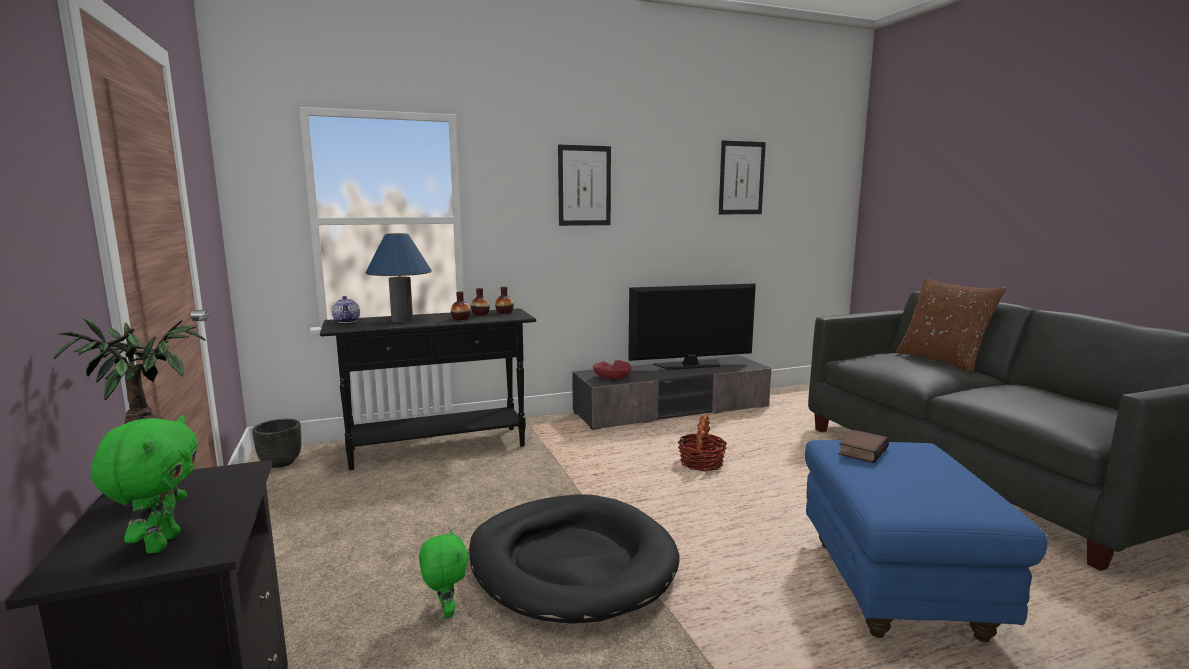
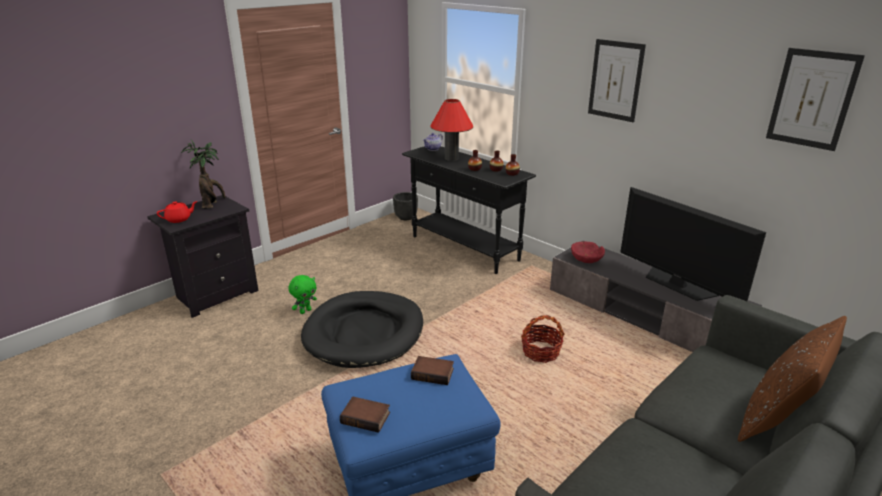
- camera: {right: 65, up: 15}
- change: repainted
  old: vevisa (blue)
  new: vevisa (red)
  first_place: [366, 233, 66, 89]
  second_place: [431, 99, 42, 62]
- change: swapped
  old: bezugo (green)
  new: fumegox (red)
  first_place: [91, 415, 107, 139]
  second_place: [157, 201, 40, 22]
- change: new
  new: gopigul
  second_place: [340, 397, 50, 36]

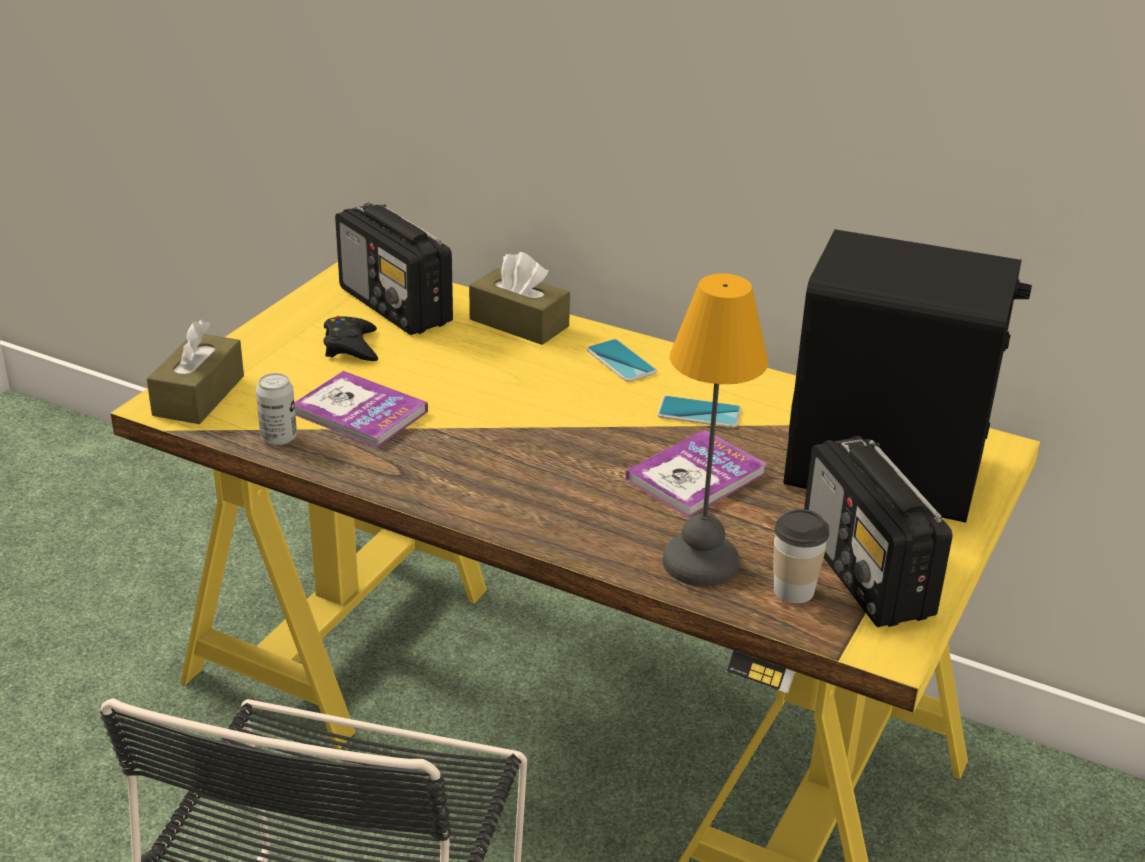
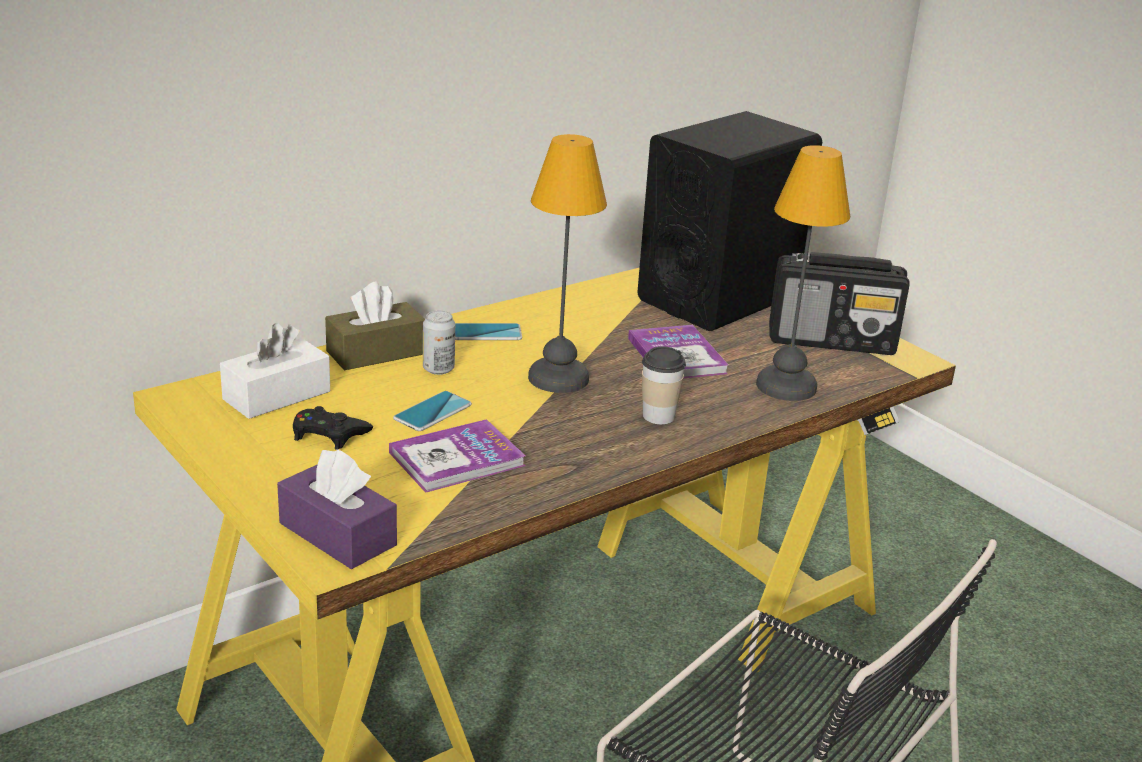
- camera: {right: -65, up: -5}
- change: swapped
  old: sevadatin
  new: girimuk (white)
  first_place: [335, 203, 118, 132]
  second_place: [220, 323, 110, 96]
- change: repainted
  old: girimuk (brown)
  new: girimuk (purple)
  first_place: [147, 320, 97, 104]
  second_place: [277, 449, 120, 120]
- change: shifted
  old: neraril
  first_place: [256, 373, 41, 72]
  second_place: [423, 311, 32, 64]
- change: shifted
  old: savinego
  first_place: [657, 396, 85, 32]
  second_place: [393, 391, 79, 40]
- change: shifted
  old: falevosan
  first_place: [773, 509, 56, 94]
  second_place: [642, 346, 44, 78]
- change: new
  new: vevisa
  second_place: [528, 134, 79, 259]

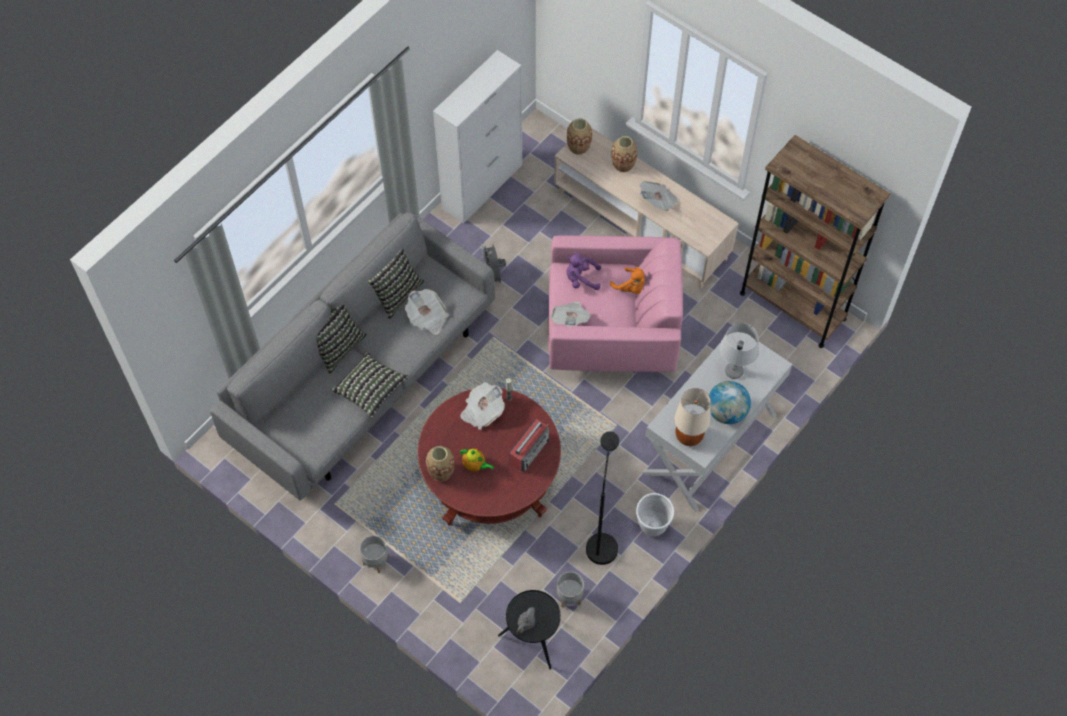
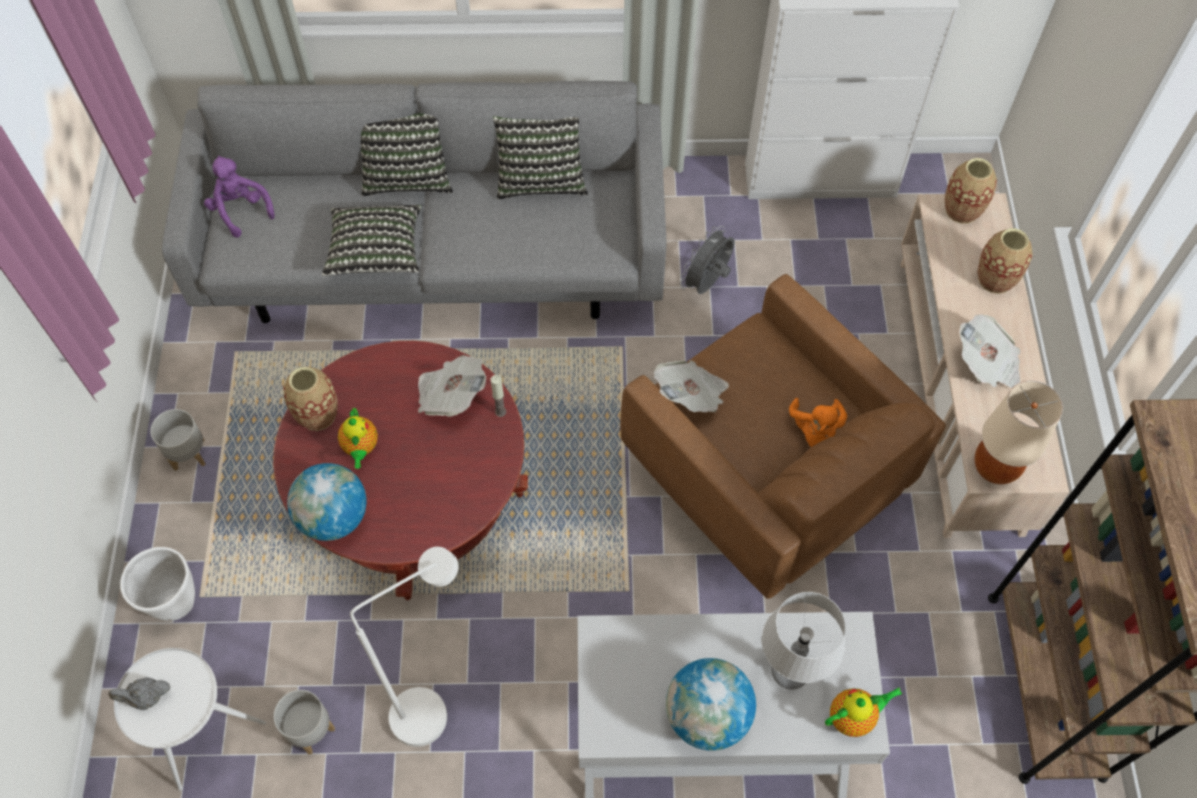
- camera: {right: 50, up: 0}
- change: repainted
  old: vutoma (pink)
  new: vutoma (brown)
  first_place: [548, 235, 135, 137]
  second_place: [620, 274, 326, 325]
- change: shifted
  old: bezugo (purple)
  first_place: [567, 253, 34, 37]
  second_place: [204, 156, 71, 82]
- change: gone
  old: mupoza
  first_place: [405, 289, 44, 46]
- change: shifted
  old: vevisa (beige)
  first_place: [674, 388, 37, 58]
  second_place: [975, 381, 88, 103]
- change: gone
  old: sevadatin
  first_place: [509, 419, 41, 53]
- change: repainted
  old: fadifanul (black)
  new: fadifanul (white)
  first_place: [586, 431, 33, 134]
  second_place: [350, 547, 108, 200]
- change: shifted
  old: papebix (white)
  first_place: [636, 493, 38, 43]
  second_place: [120, 547, 75, 74]
- change: repainted
  old: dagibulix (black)
  new: dagibulix (white)
  first_place: [498, 590, 63, 80]
  second_place: [114, 648, 152, 143]
- change: new
  new: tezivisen
  second_place: [287, 463, 80, 78]
- change: new
  new: fumegox
  second_place: [825, 688, 77, 49]

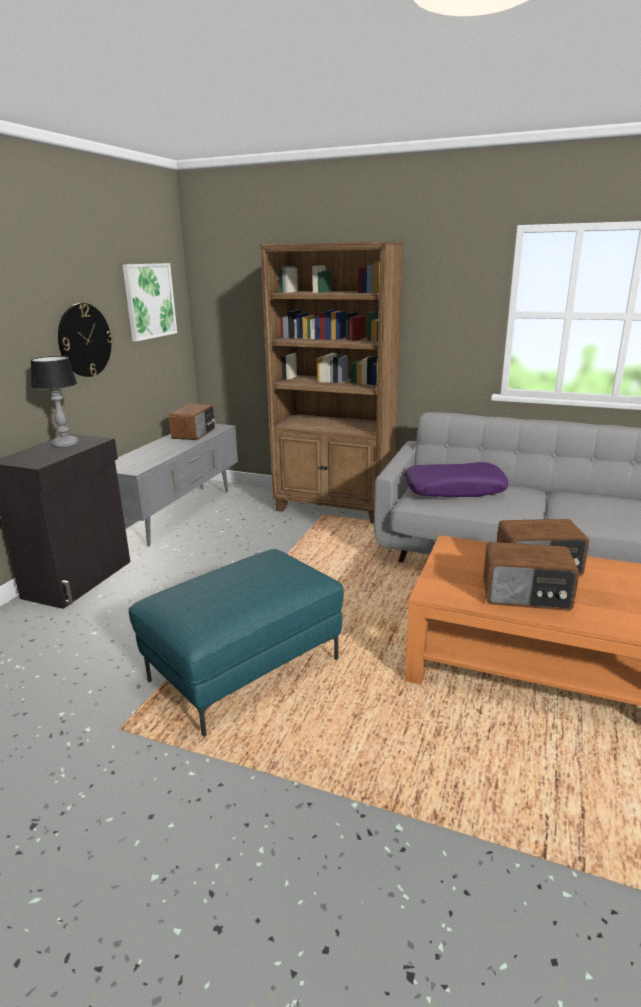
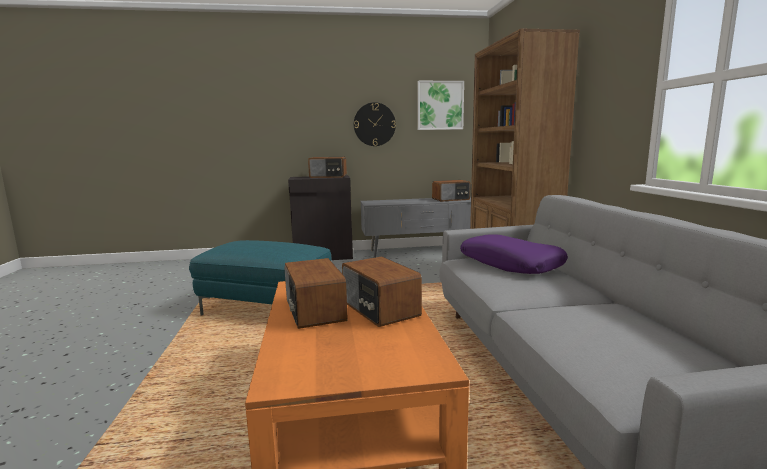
- camera: {right: 60, up: -10}
- change: swapped
  old: vevisa
  new: sevadatin
  first_place: [30, 356, 49, 92]
  second_place: [308, 157, 39, 21]

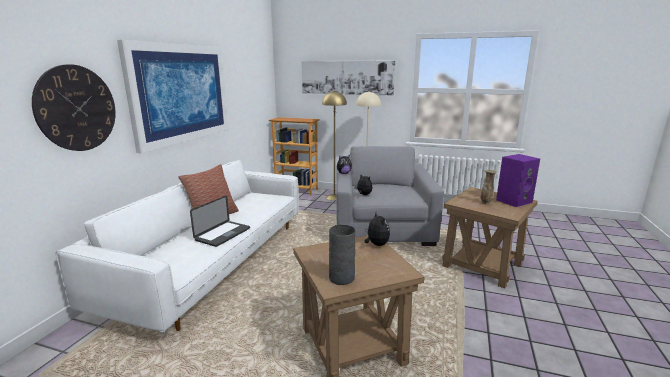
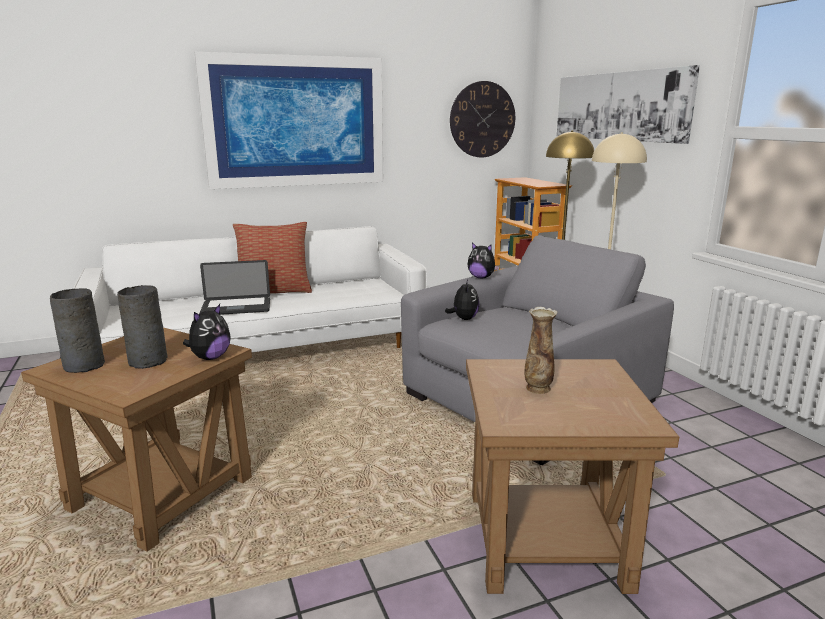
- camera: {right: 50, up: 0}
- change: shifted
  old: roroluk
  first_place: [32, 64, 84, 87]
  second_place: [450, 81, 65, 76]
- change: gone
  old: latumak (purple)
  first_place: [496, 154, 44, 53]
- change: new
  new: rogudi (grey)
  second_place: [117, 285, 50, 84]

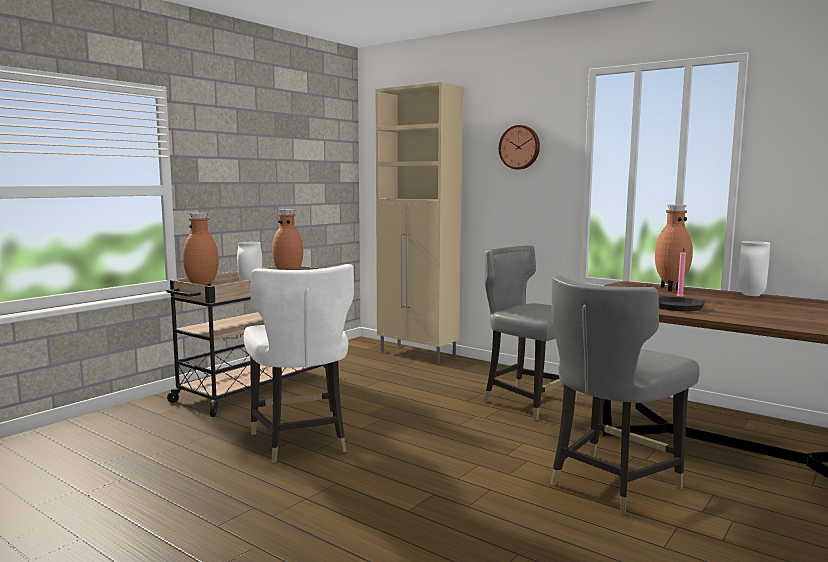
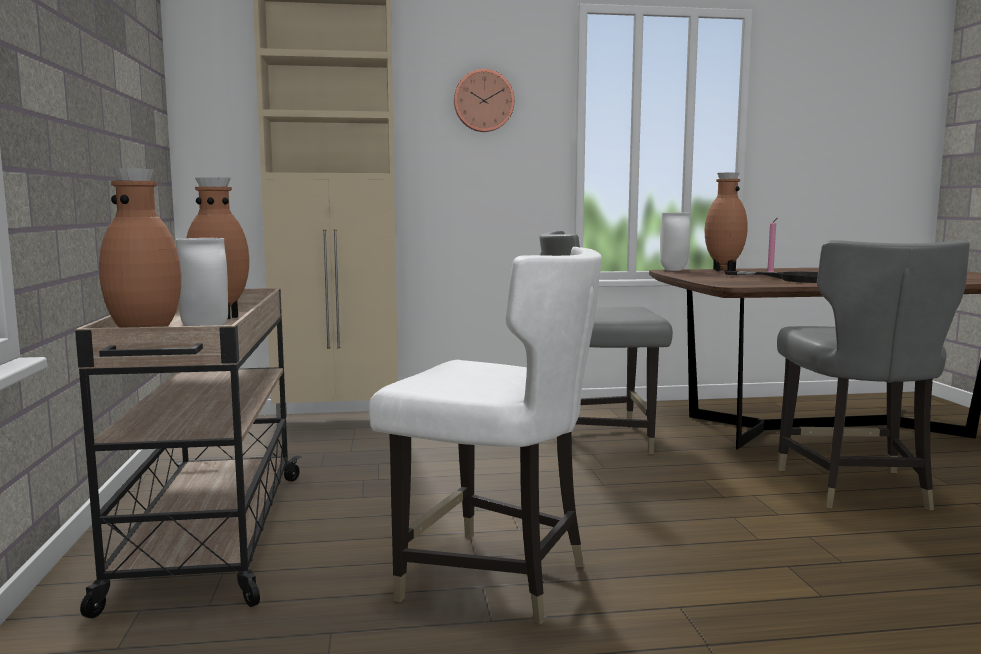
- camera: {right: -45, up: 0}
- change: shifted
  old: rogudi (white)
  first_place: [738, 241, 32, 55]
  second_place: [660, 212, 31, 59]

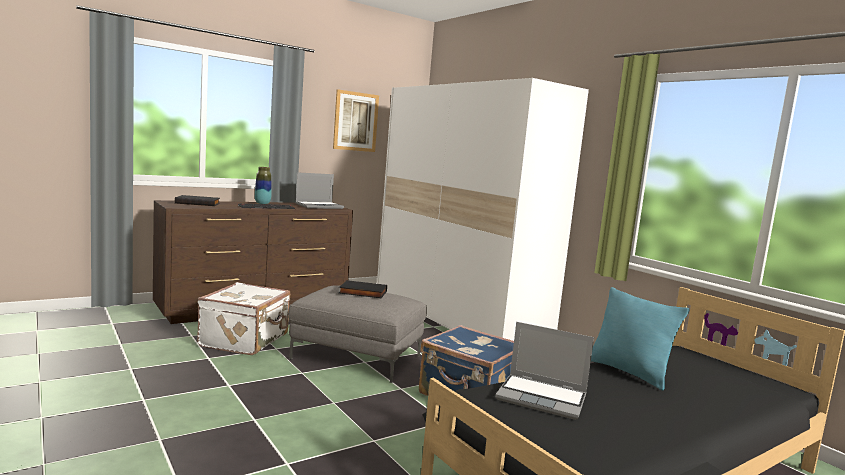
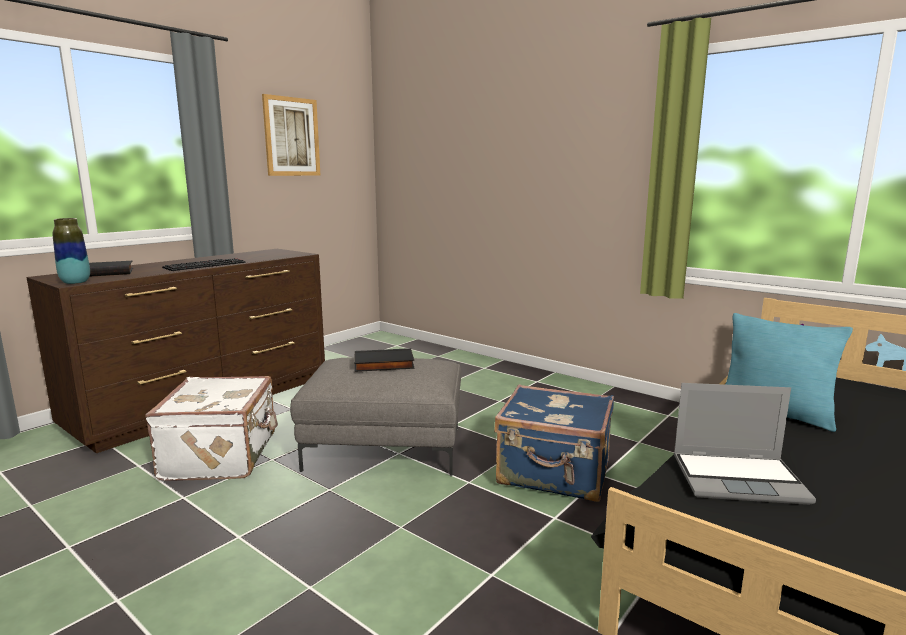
- camera: {right: -15, up: 5}
- change: gone
  old: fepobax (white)
  first_place: [377, 78, 212, 263]
- change: shifted
  old: rogudi
  first_place: [255, 167, 16, 37]
  second_place: [52, 218, 38, 66]
- change: gone
  old: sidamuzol
  first_place: [295, 172, 49, 37]

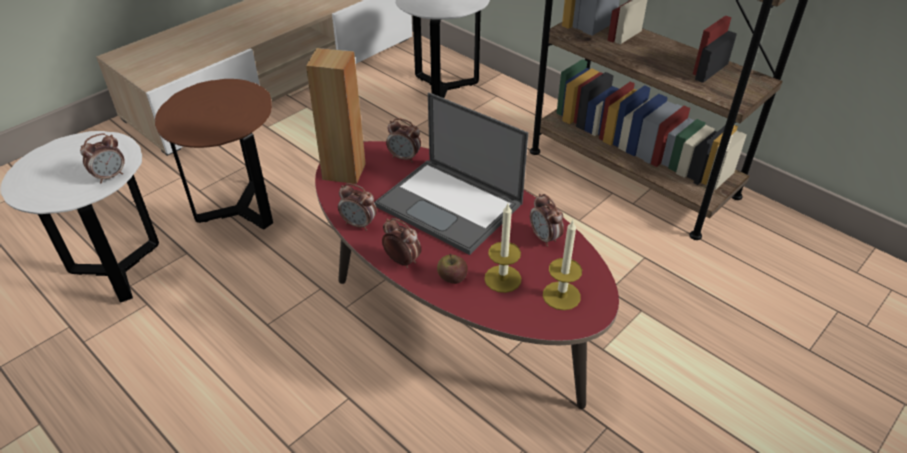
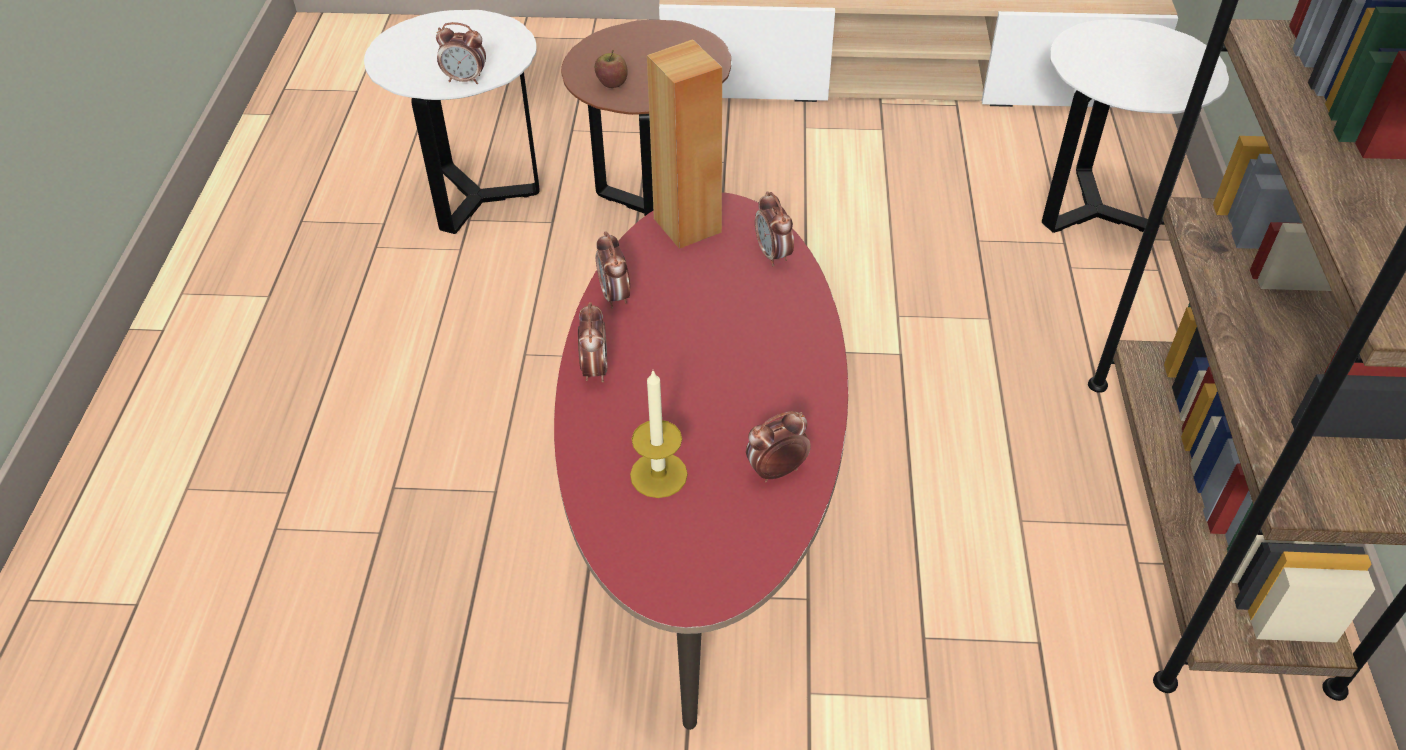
- camera: {right: 50, up: 5}
- change: gone
  old: sidamuzol
  first_place: [374, 92, 154, 163]
- change: rotated
  old: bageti
  first_place: [530, 194, 34, 53]
  second_place: [746, 411, 65, 72]
  degrees: 45
- change: gone
  old: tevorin
  first_place: [543, 220, 39, 90]
- change: shifted
  old: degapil
  first_place: [437, 254, 31, 30]
  second_place: [595, 50, 33, 38]

